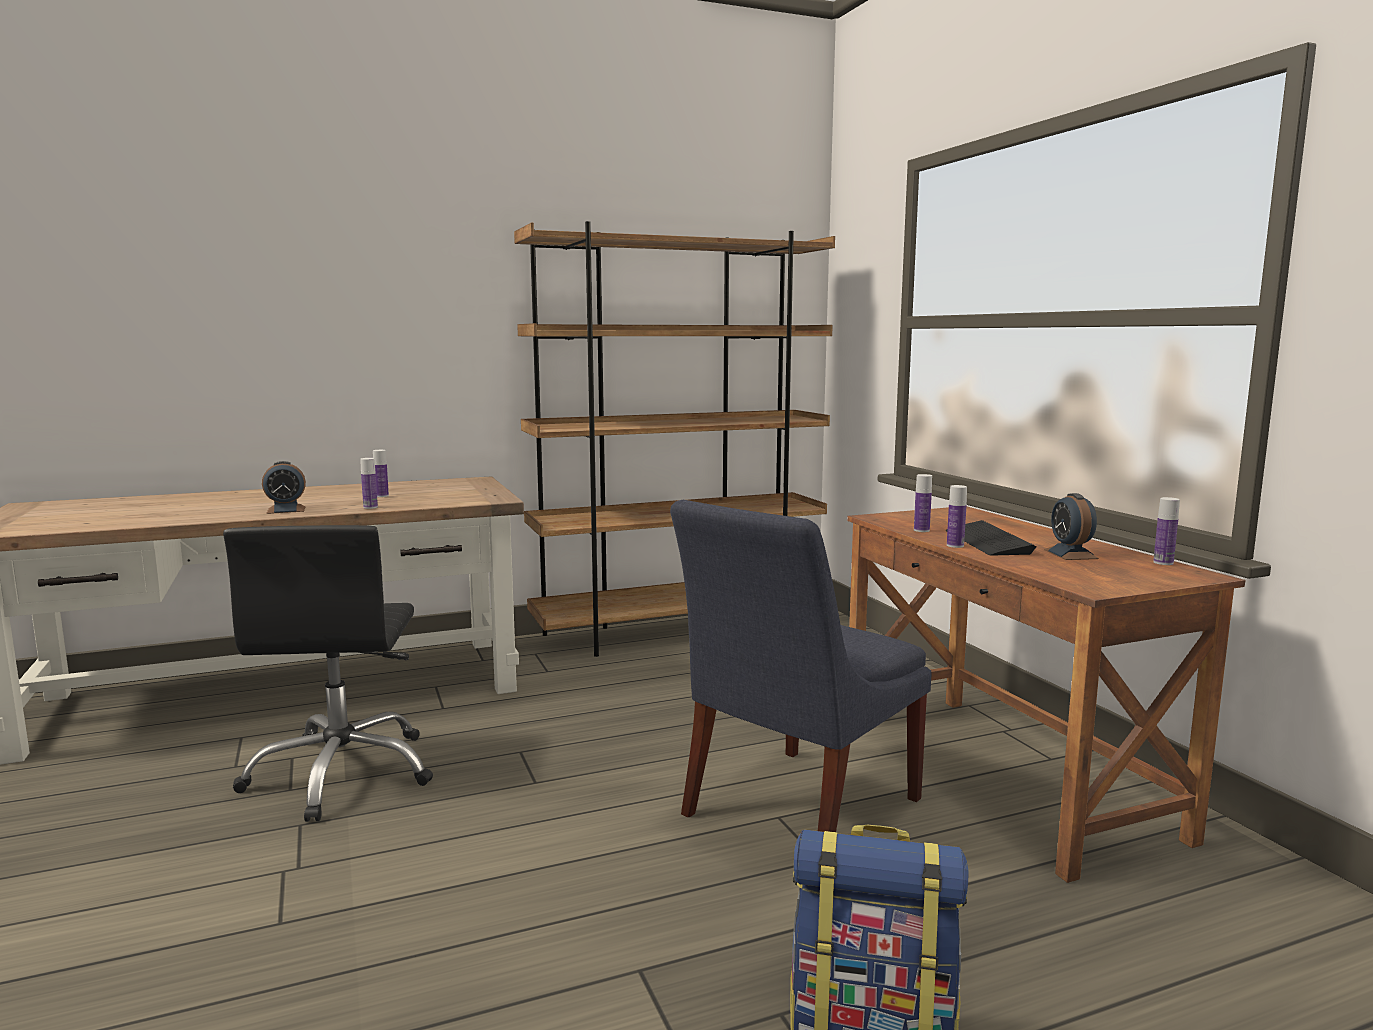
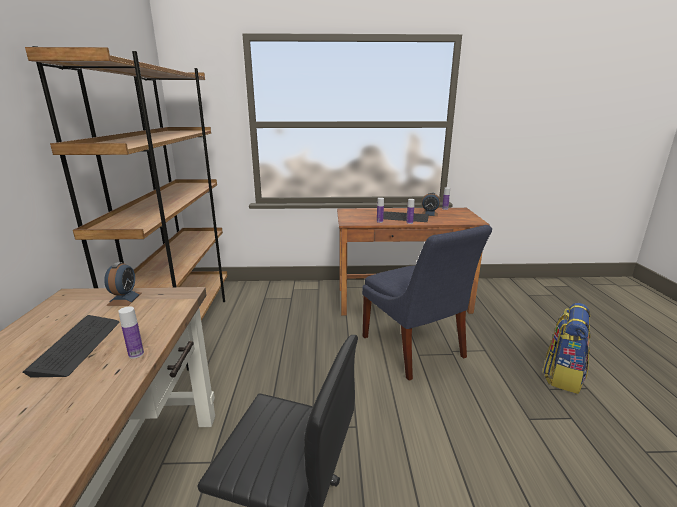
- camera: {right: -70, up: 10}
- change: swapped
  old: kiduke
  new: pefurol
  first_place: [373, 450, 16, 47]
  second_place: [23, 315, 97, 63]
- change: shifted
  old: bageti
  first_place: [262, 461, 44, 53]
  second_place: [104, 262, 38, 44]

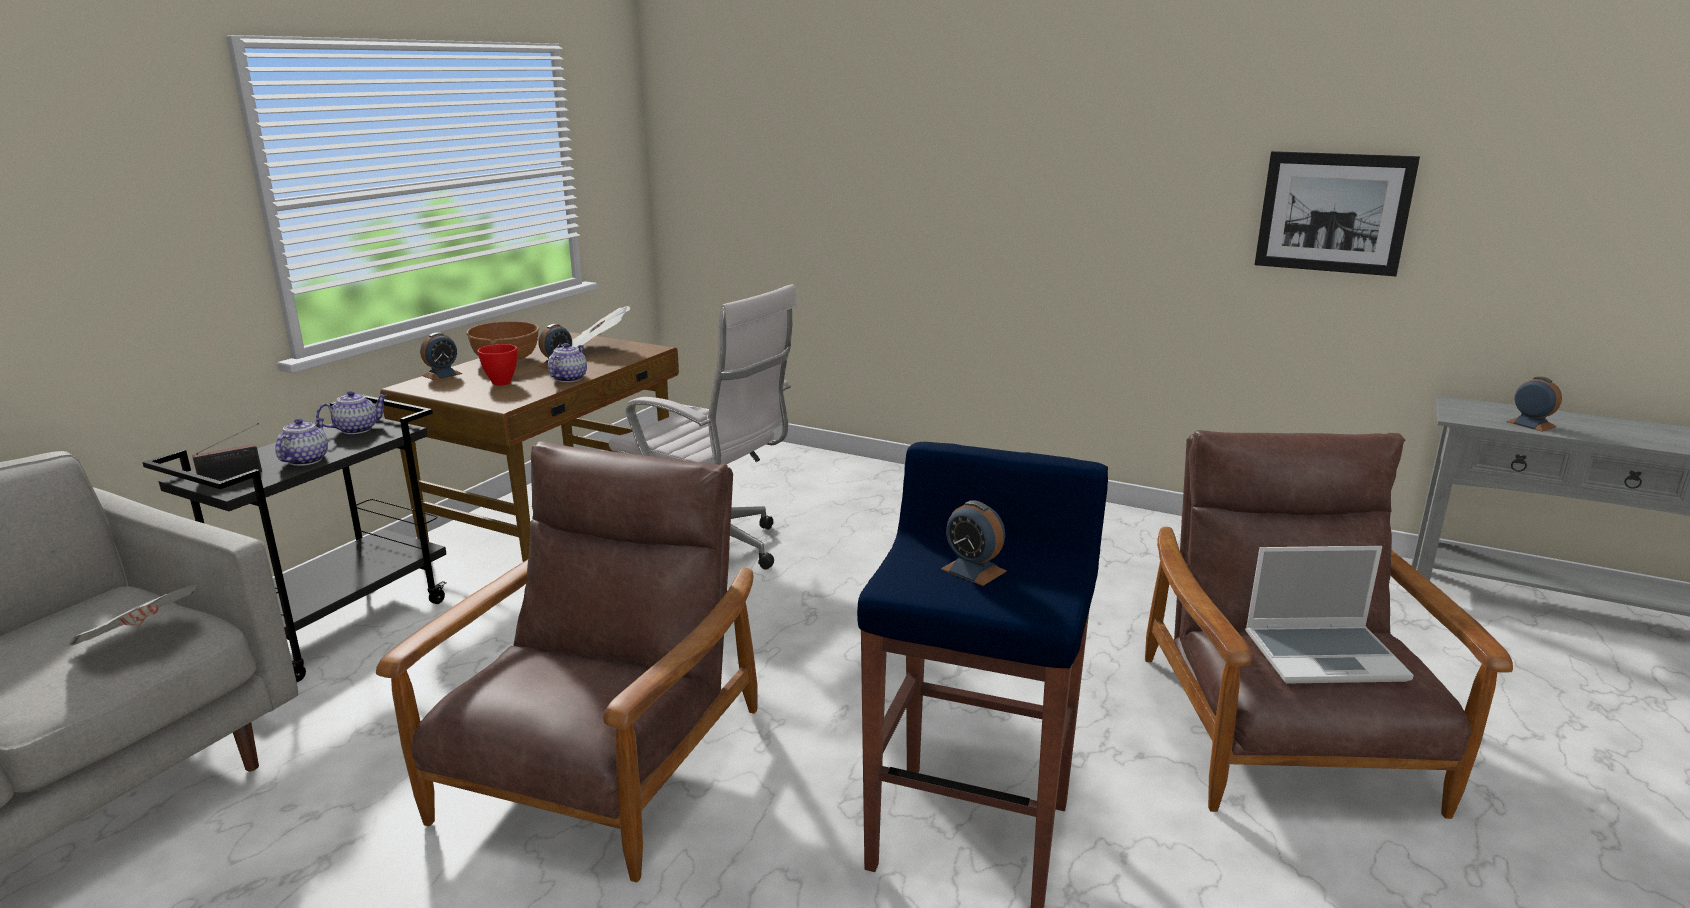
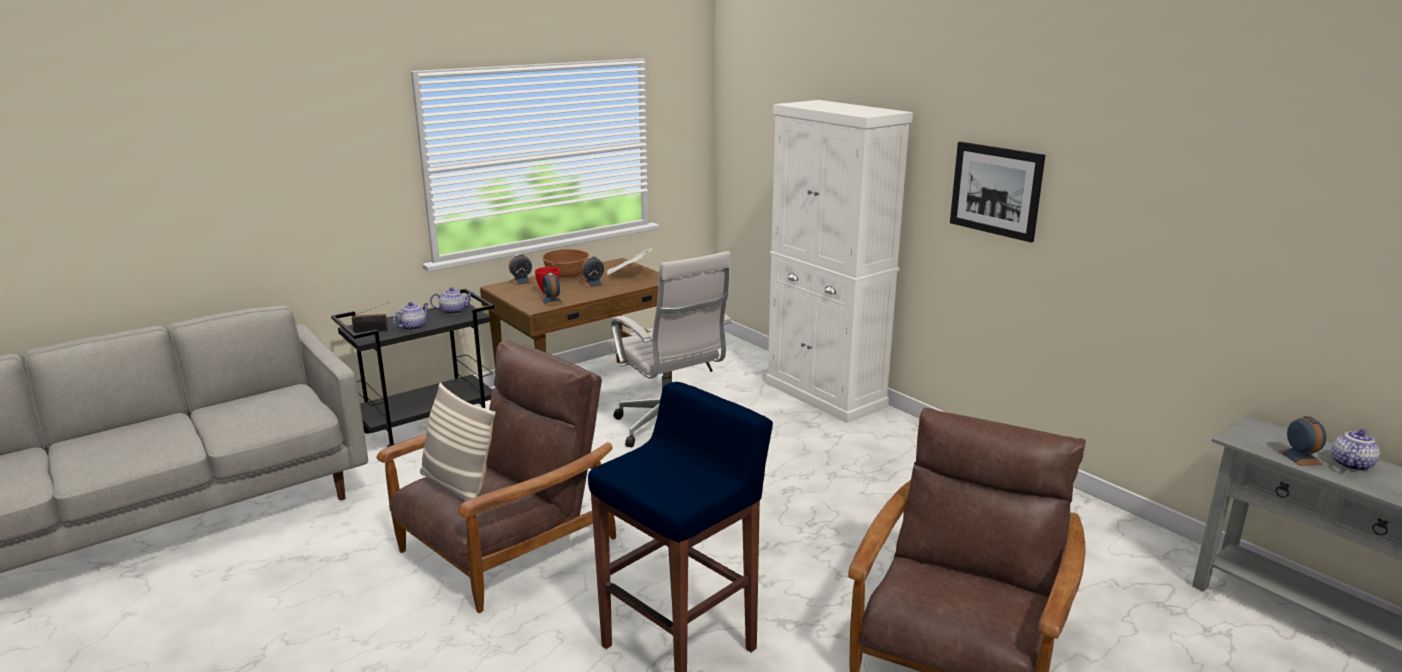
- camera: {right: 25, up: 0}
- change: shifted
  old: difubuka
  first_place: [1255, 151, 165, 125]
  second_place: [950, 142, 95, 101]
- change: shifted
  old: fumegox
  first_place: [548, 343, 39, 39]
  second_place: [1331, 429, 49, 42]
- change: shifted
  old: bageti
  first_place: [941, 500, 66, 86]
  second_place: [542, 273, 21, 33]
- change: gone
  old: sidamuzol
  first_place: [1245, 546, 169, 138]
- change: gone
  old: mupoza
  first_place: [68, 585, 128, 62]
- change: new
  new: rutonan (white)
  second_place: [766, 100, 147, 323]
- change: new
  new: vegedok
  second_place: [420, 383, 76, 118]

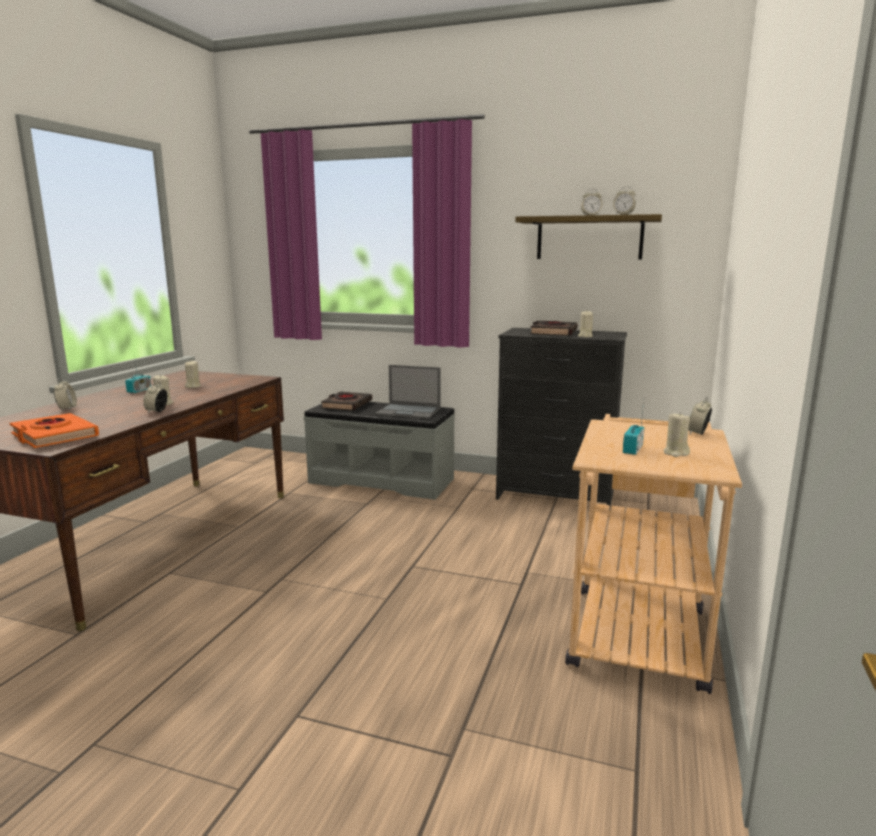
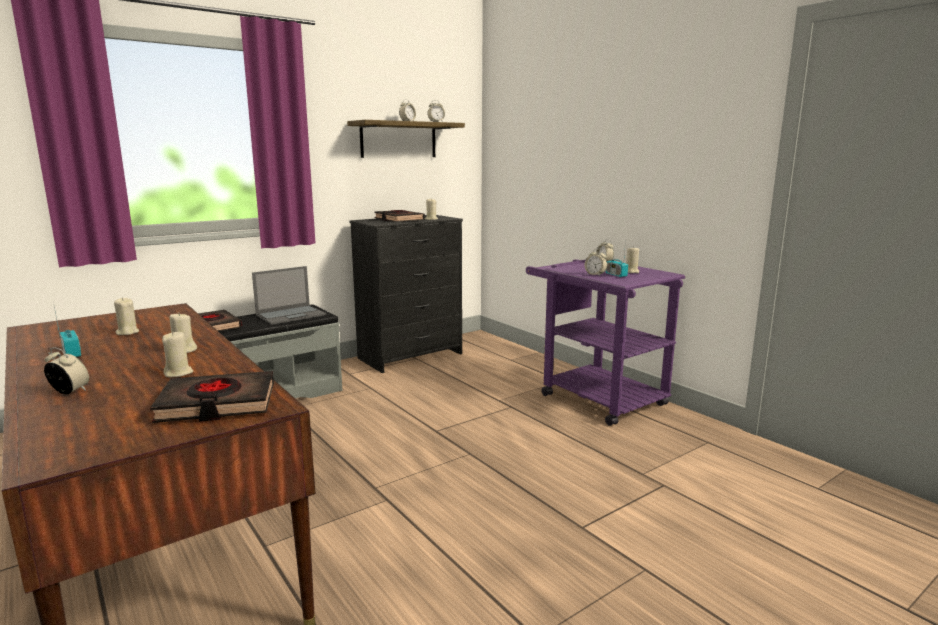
- camera: {right: -55, up: 0}
- change: shifted
  old: bageti
  first_place: [144, 380, 24, 33]
  second_place: [585, 248, 22, 28]
- change: repainted
  old: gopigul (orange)
  new: gopigul (black)
  first_place: [10, 413, 89, 35]
  second_place: [150, 371, 124, 52]
- change: repainted
  old: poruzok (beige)
  new: poruzok (purple)
  first_place: [565, 414, 177, 280]
  second_place: [526, 259, 159, 167]
- change: new
  new: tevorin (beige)
  second_place: [162, 331, 31, 46]

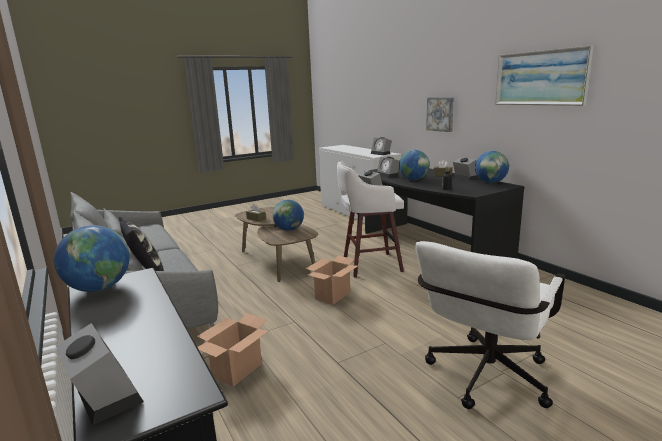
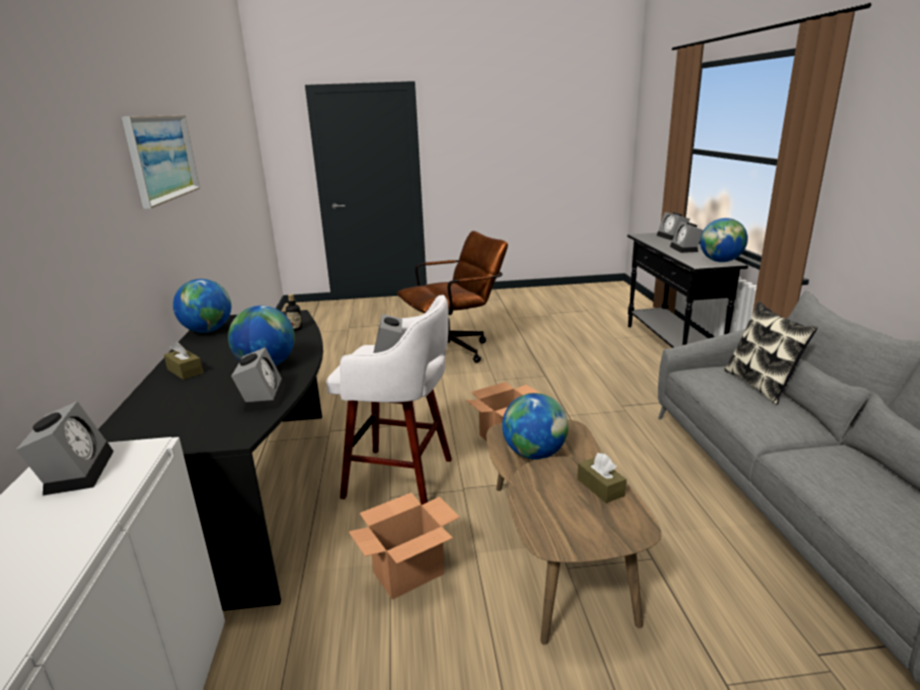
- camera: {right: -155, up: 5}
- change: gone
  old: difubuka
  first_place: [426, 97, 28, 35]
- change: shifted
  old: bageti
  first_place: [453, 157, 26, 23]
  second_place: [670, 221, 33, 32]
- change: repainted
  old: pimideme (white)
  new: pimideme (brown)
  first_place: [415, 241, 150, 168]
  second_place: [397, 231, 111, 132]
- change: shifted
  old: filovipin
  first_place: [197, 313, 72, 74]
  second_place: [348, 492, 112, 108]

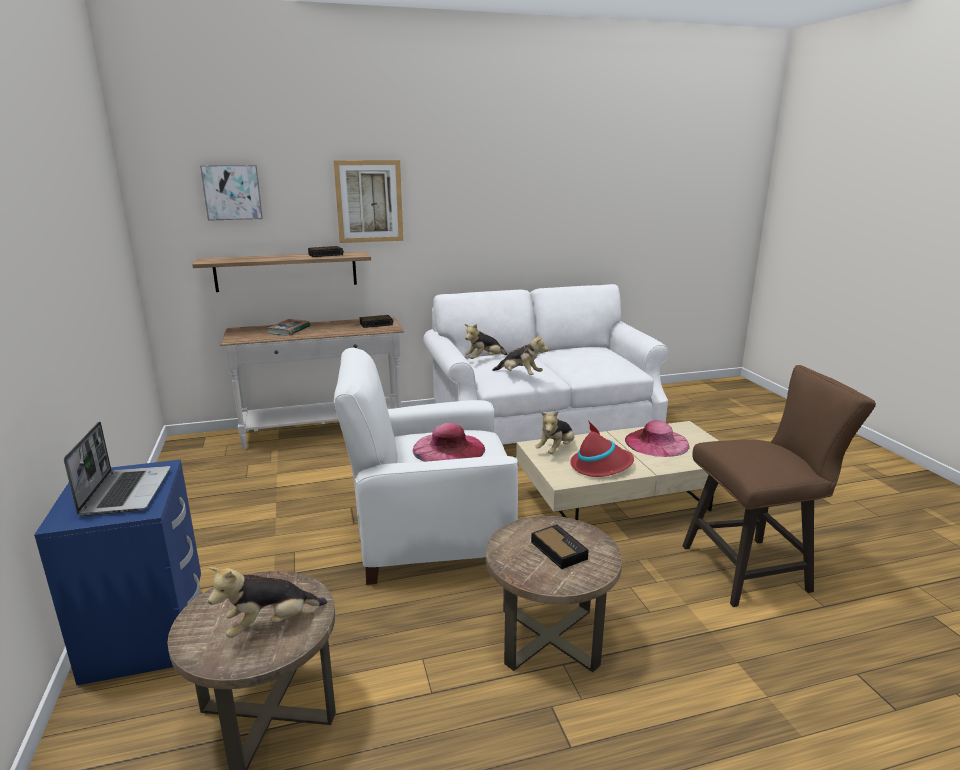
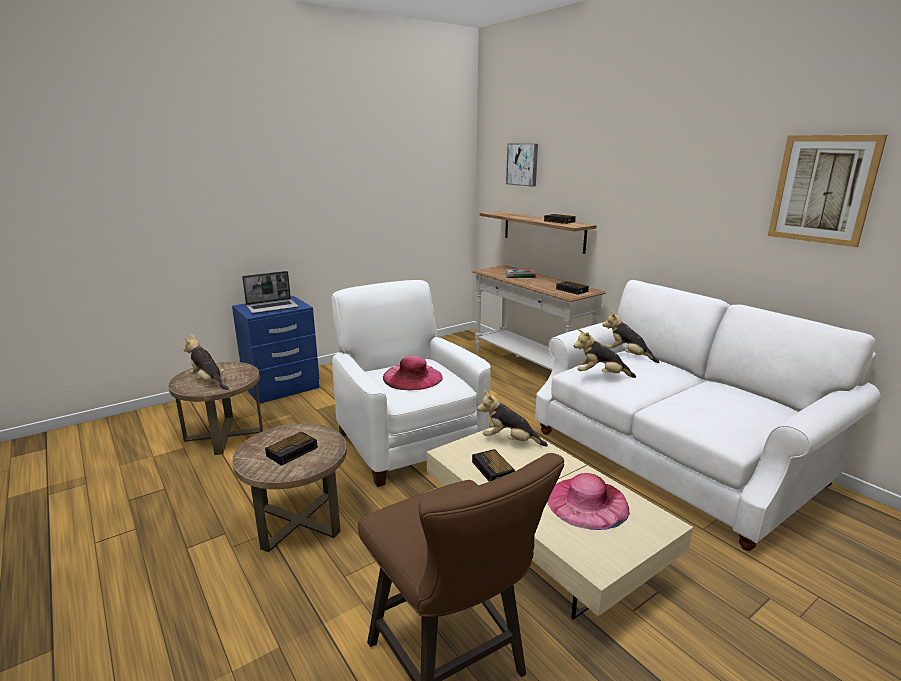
- camera: {right: 70, up: 0}
- change: shifted
  old: difubuka
  first_place: [334, 160, 69, 83]
  second_place: [768, 135, 119, 112]
- change: rotated
  old: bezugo
  first_place: [492, 334, 56, 41]
  second_place: [574, 329, 62, 49]
  degrees: 90
- change: swapped
  old: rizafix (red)
  new: bageti
  first_place: [570, 421, 64, 56]
  second_place: [472, 449, 43, 33]

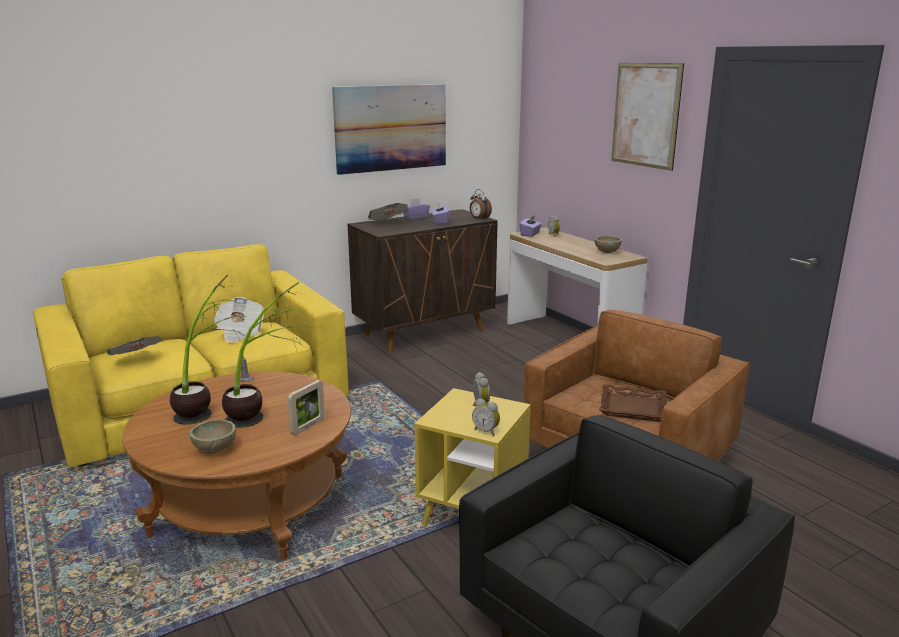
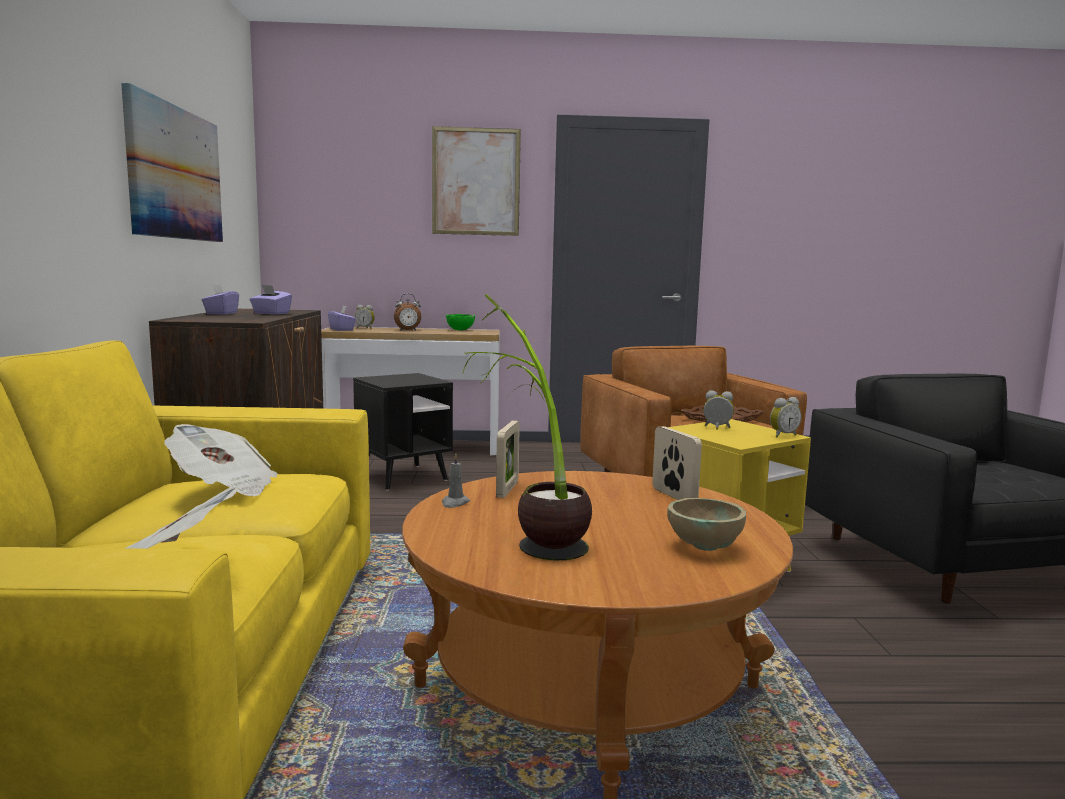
- camera: {right: -60, up: -10}
- change: shifted
  old: bageti
  first_place: [470, 189, 22, 32]
  second_place: [394, 293, 27, 38]
- change: gone
  old: mupoza
  first_place: [368, 203, 39, 17]
- change: repainted
  old: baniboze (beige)
  new: baniboze (green)
  first_place: [595, 236, 27, 17]
  second_place: [446, 314, 29, 17]
- change: gone
  old: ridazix
  first_place: [222, 282, 91, 146]
- change: new
  new: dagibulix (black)
  second_place: [353, 373, 100, 118]
- change: new
  new: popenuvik
  second_place: [496, 421, 24, 77]

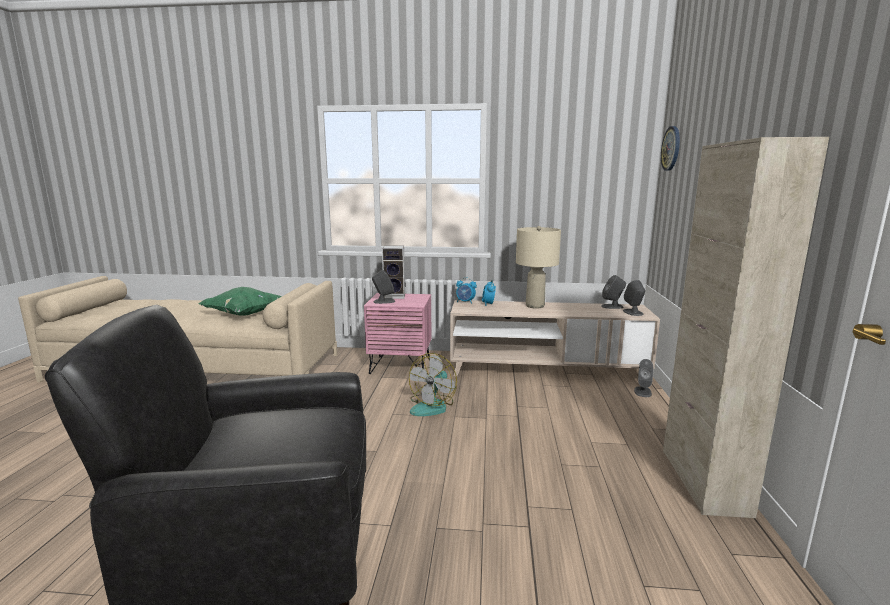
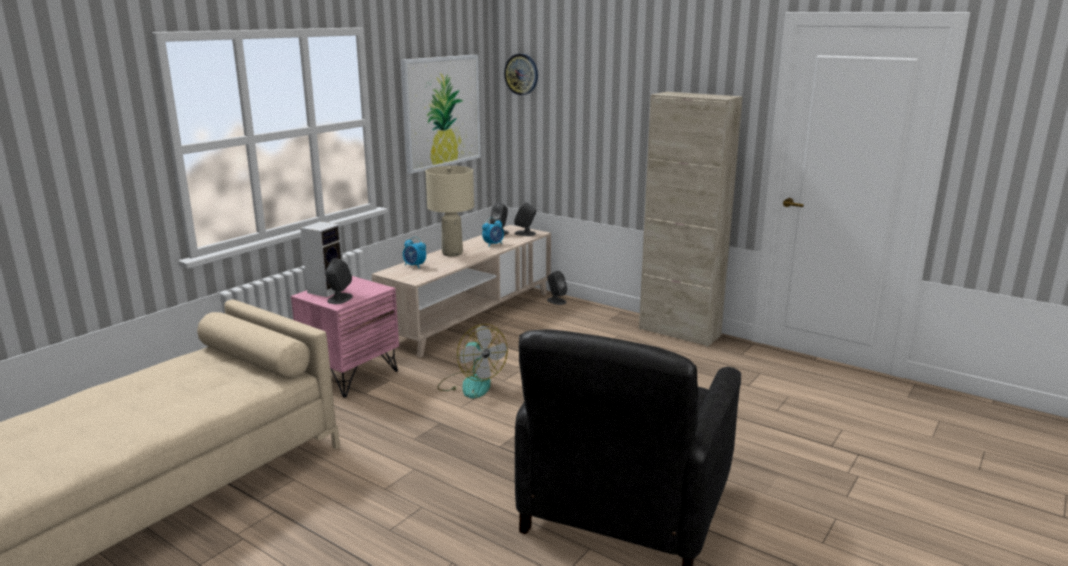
- camera: {right: -60, up: 5}
- change: shifted
  old: bageti
  first_place: [456, 277, 21, 27]
  second_place: [482, 218, 22, 29]
- change: gone
  old: vegedok (green)
  first_place: [198, 287, 84, 29]
- change: new
  new: difubuka
  second_place: [401, 55, 80, 119]

